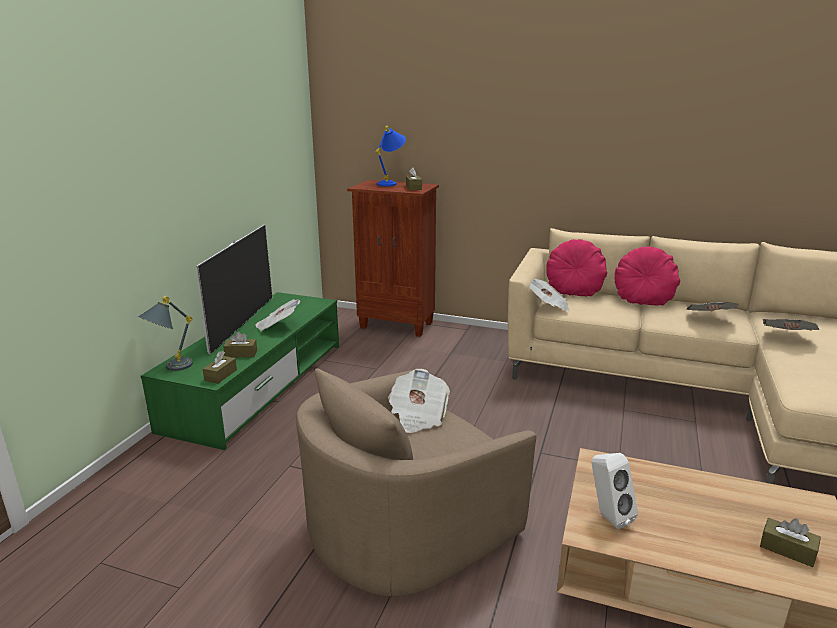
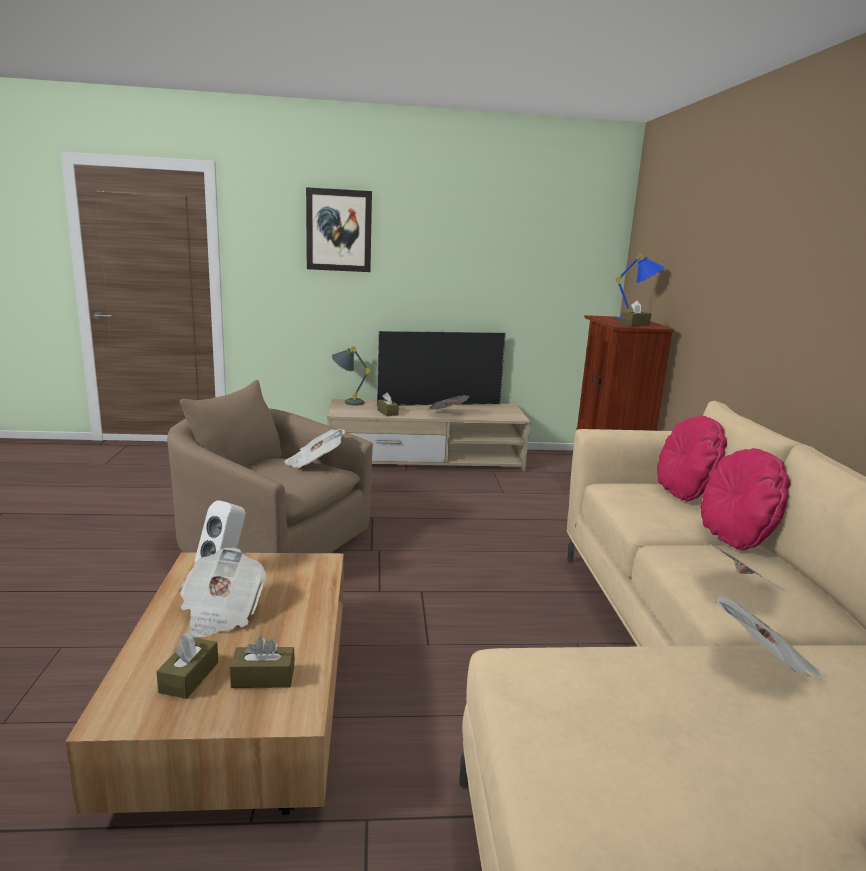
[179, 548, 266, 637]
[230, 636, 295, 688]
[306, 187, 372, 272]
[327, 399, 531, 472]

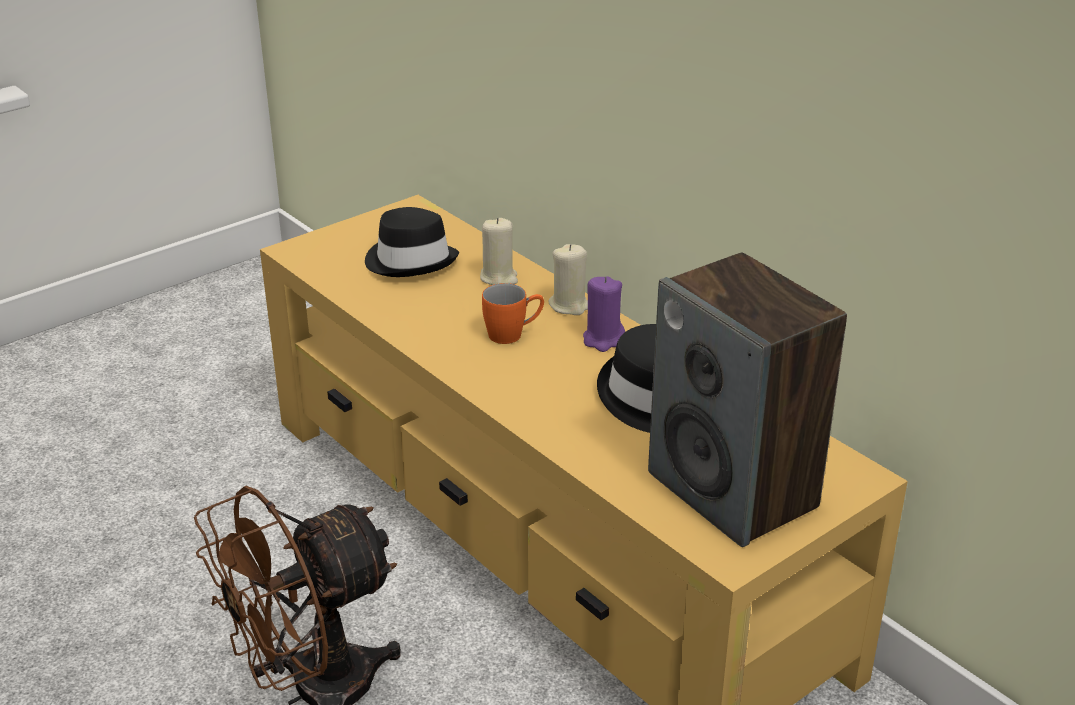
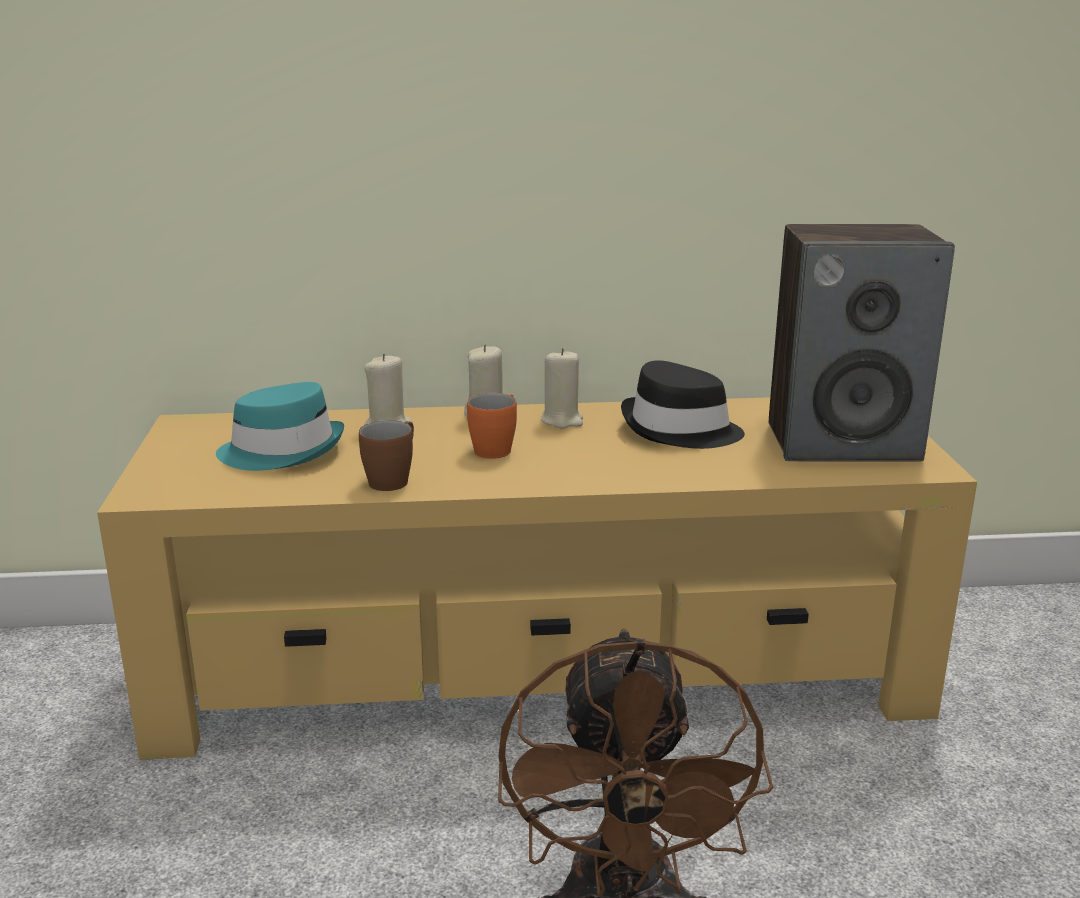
[216, 382, 344, 471]
[359, 420, 414, 491]
[541, 348, 583, 428]

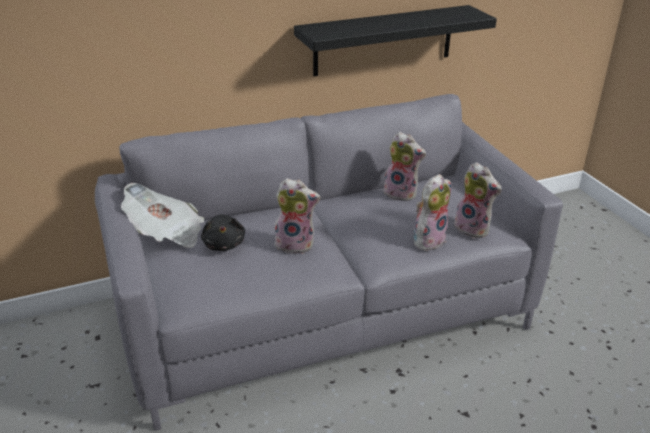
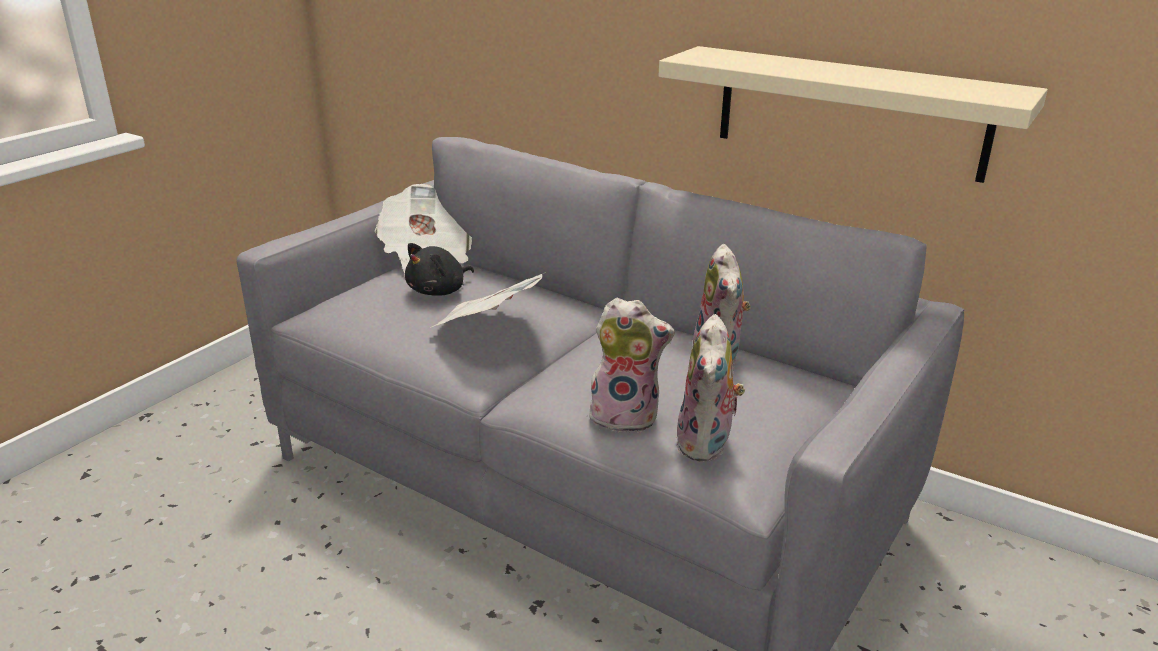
[430, 272, 546, 328]
[659, 46, 1048, 183]

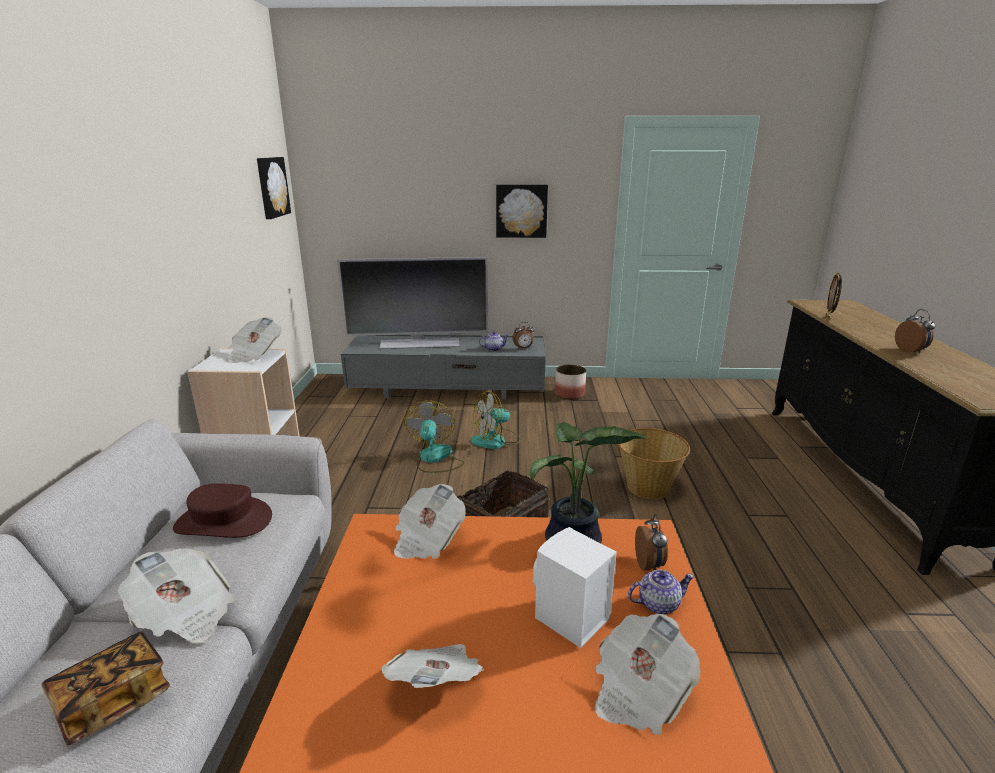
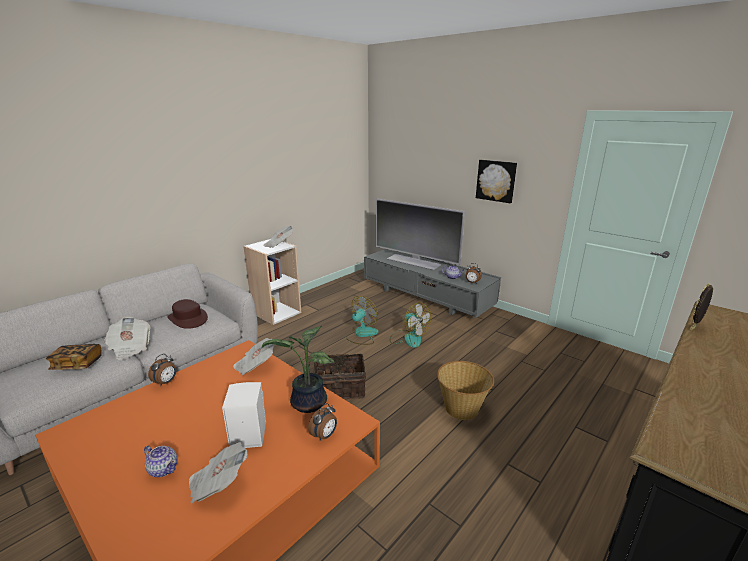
[144, 446, 178, 477]
[148, 354, 176, 385]
[390, 302, 431, 348]
[257, 157, 291, 219] (first image)
[382, 644, 484, 688] (first image)
[555, 364, 586, 399] (first image)

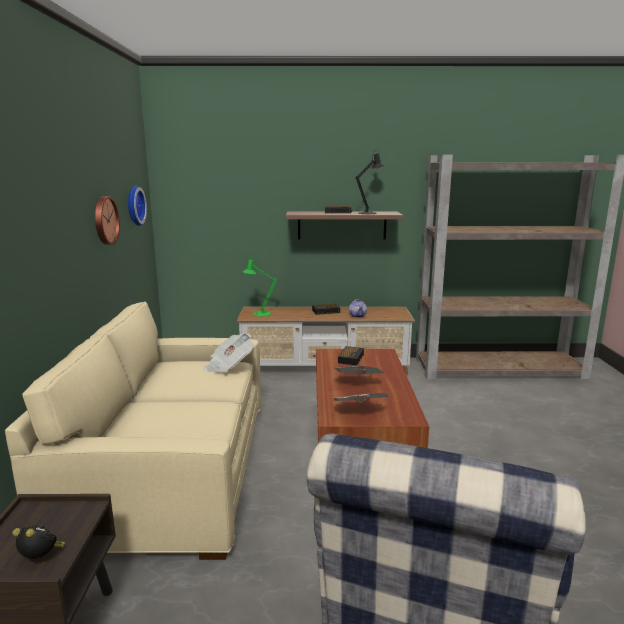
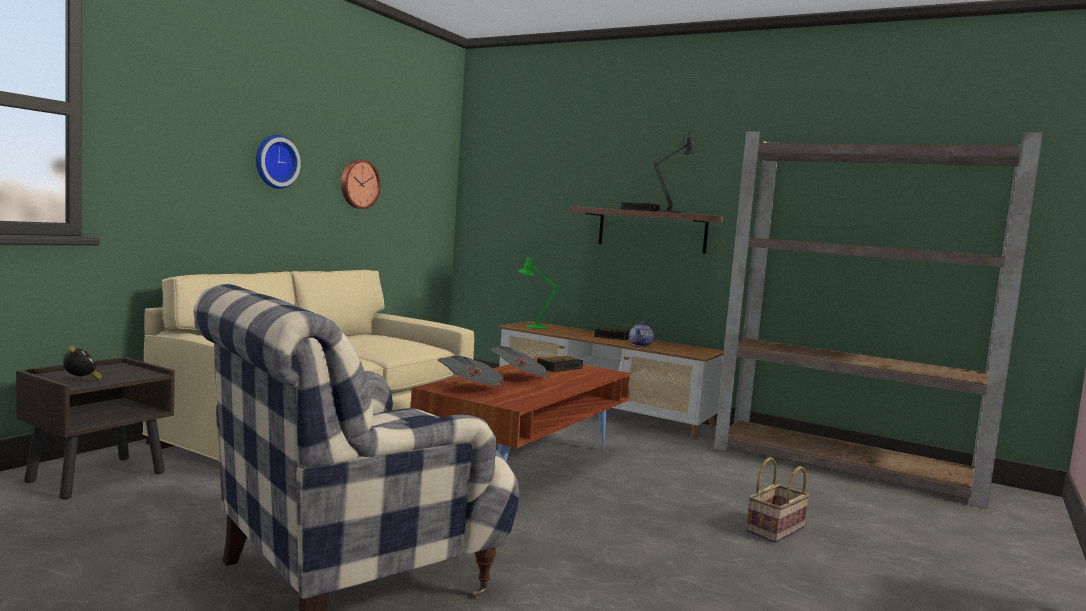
[256, 135, 301, 189]
[746, 457, 809, 543]
[203, 333, 254, 373] (first image)

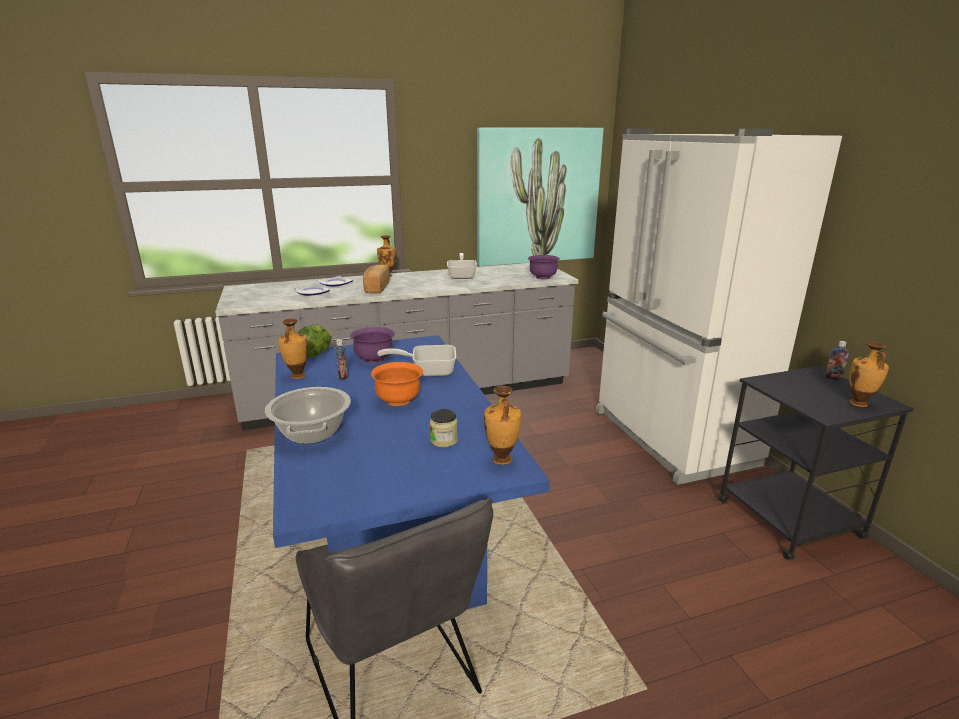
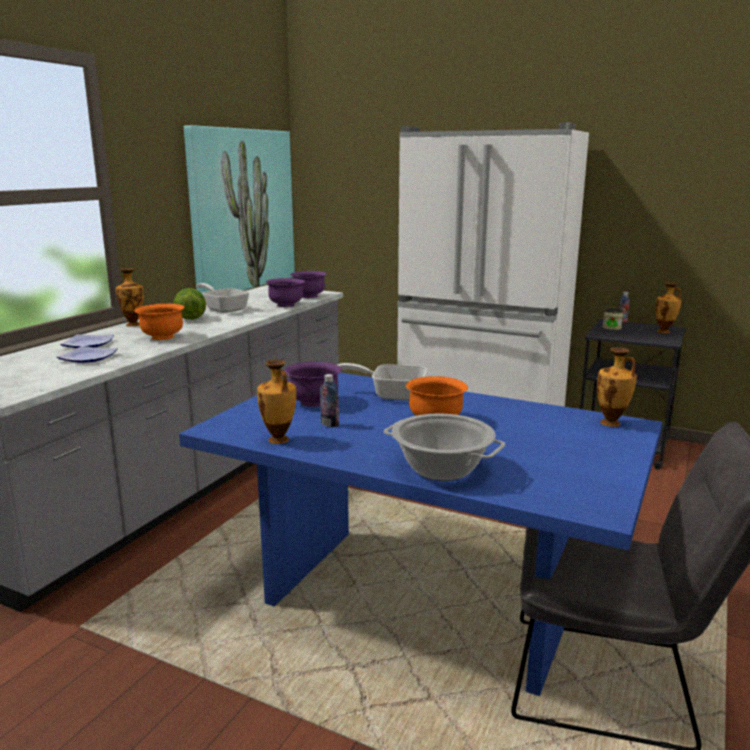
[134, 303, 185, 340]
[173, 288, 206, 320]
[266, 278, 305, 307]
[337, 363, 427, 401]
[603, 308, 623, 330]

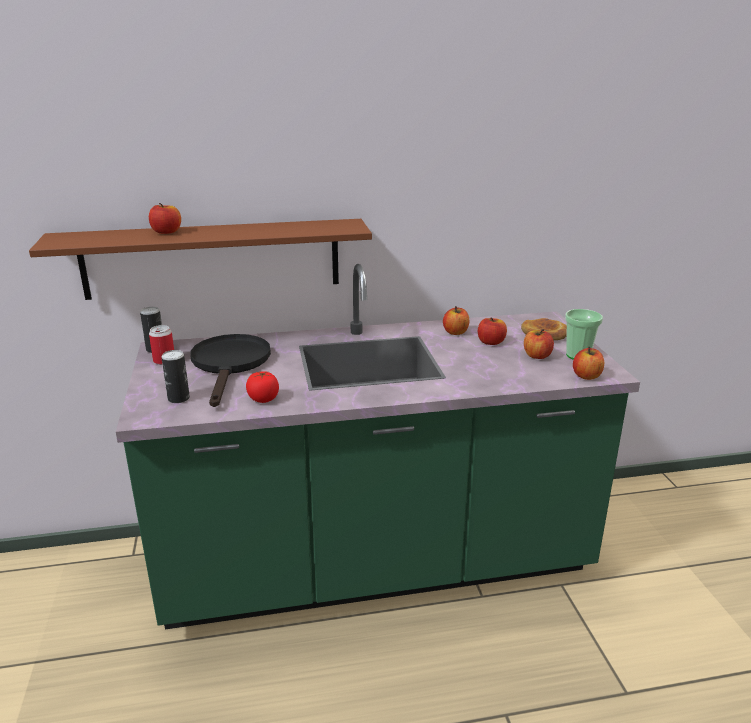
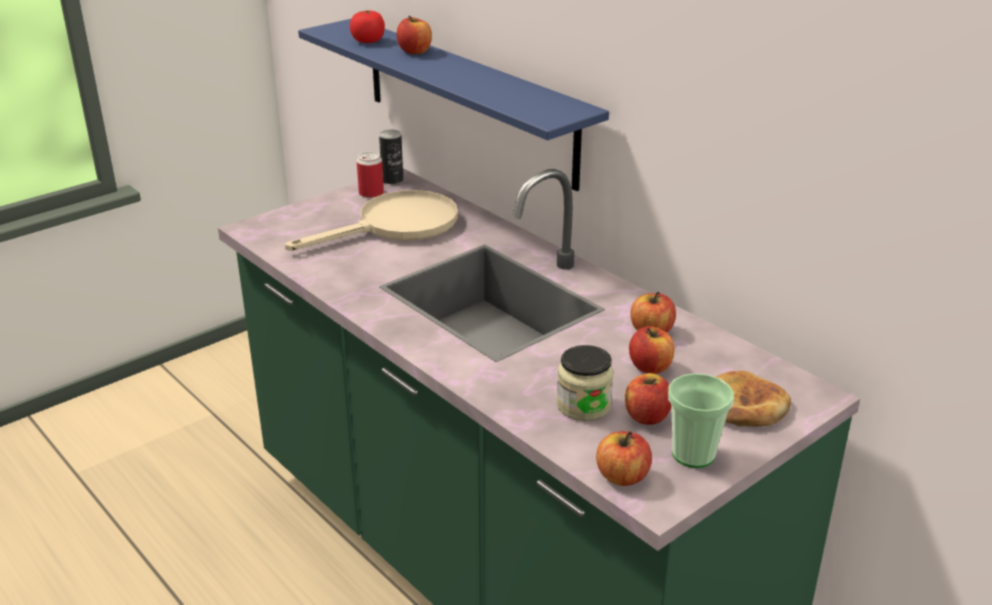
[285, 190, 458, 251]
[298, 19, 609, 191]
[350, 10, 385, 43]
[557, 345, 614, 421]
[161, 350, 190, 403] (first image)

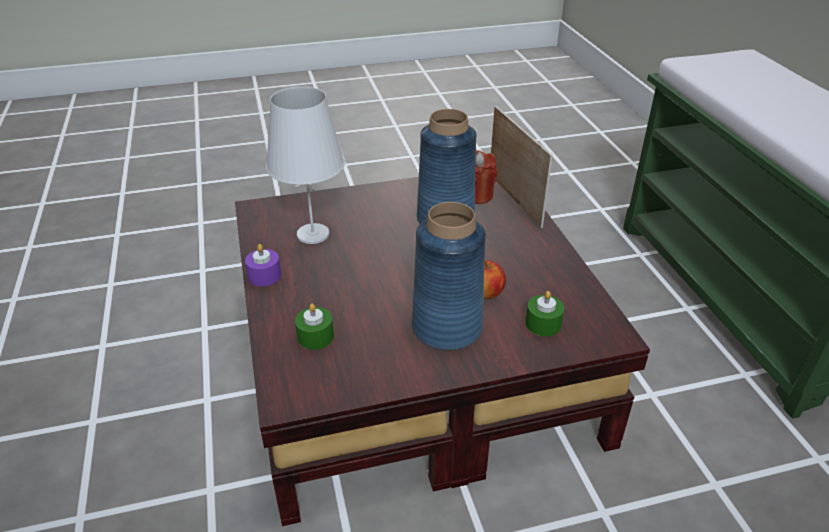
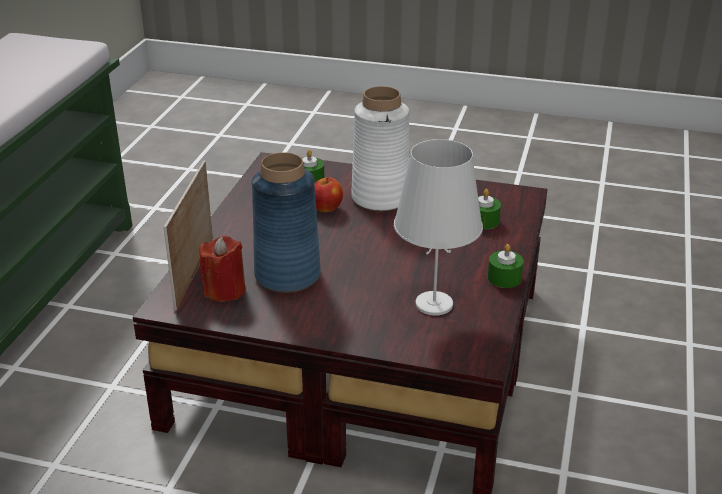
[351, 86, 409, 211]
[488, 244, 524, 288]

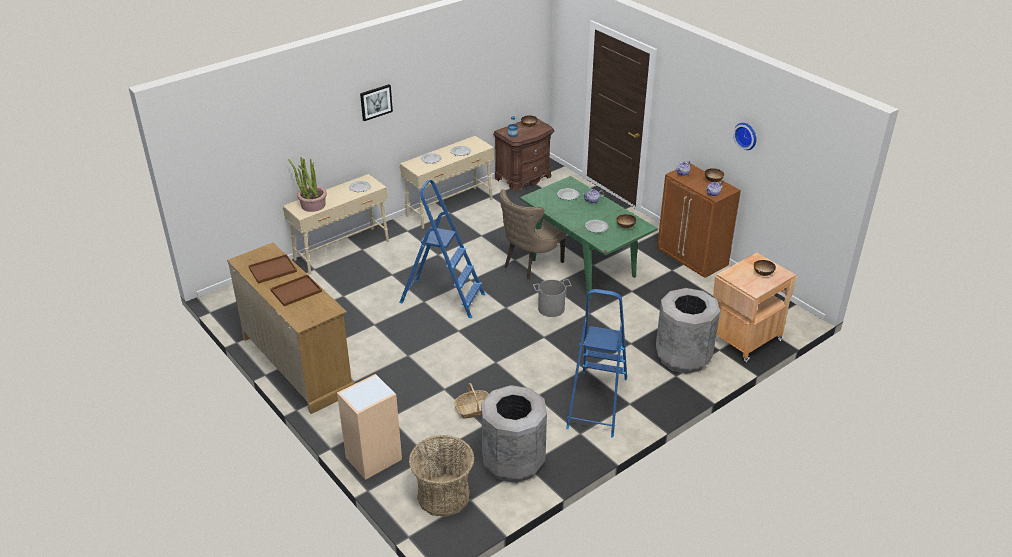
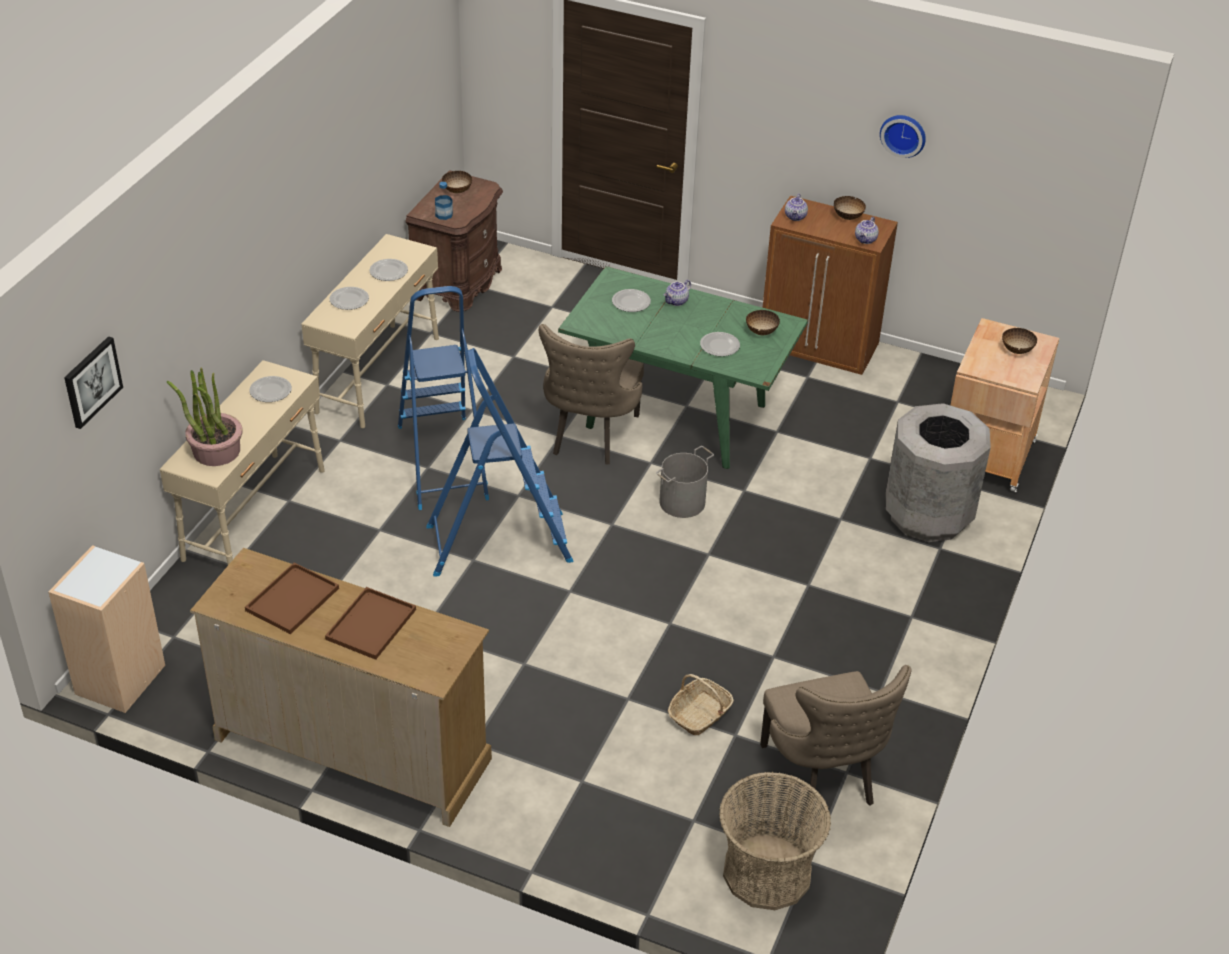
[48, 545, 165, 713]
[64, 336, 123, 429]
[398, 286, 489, 510]
[760, 665, 912, 818]

